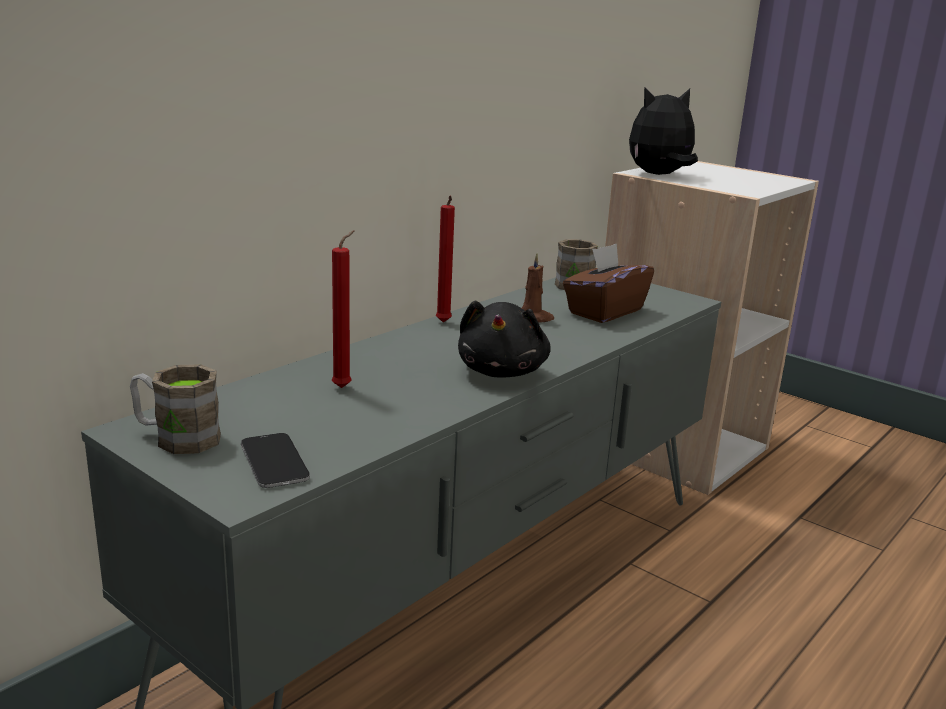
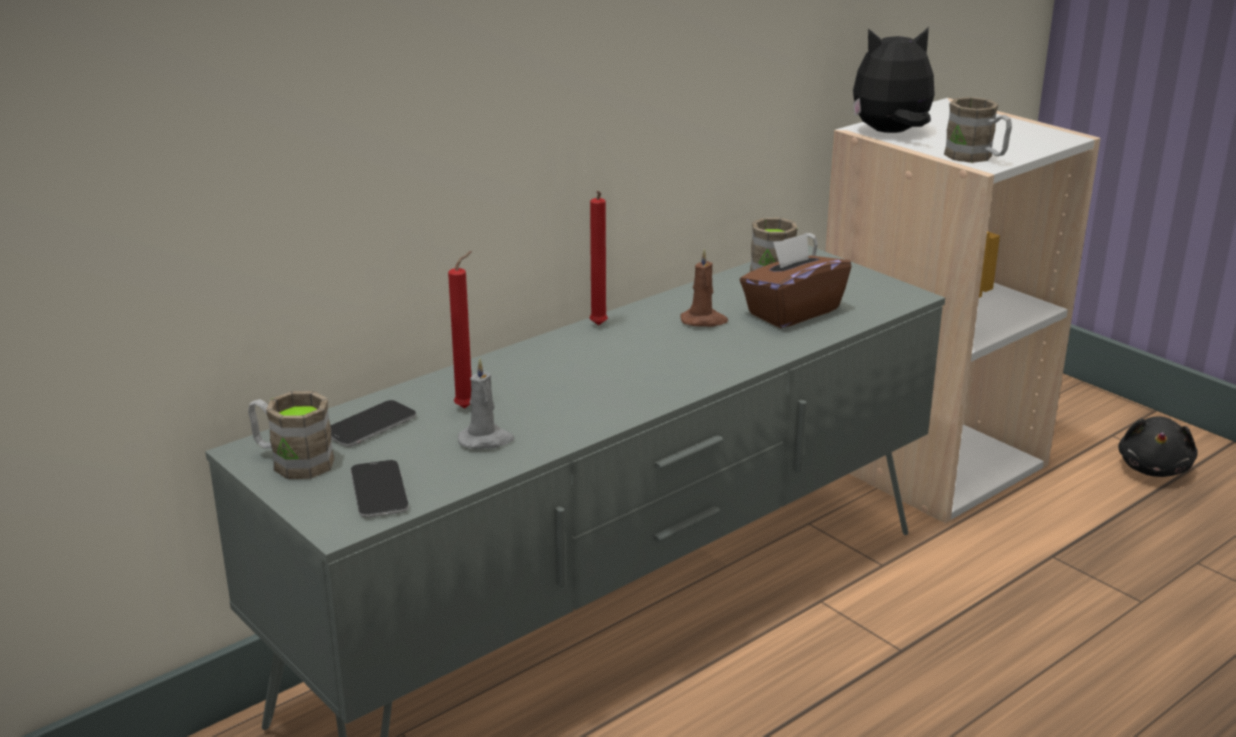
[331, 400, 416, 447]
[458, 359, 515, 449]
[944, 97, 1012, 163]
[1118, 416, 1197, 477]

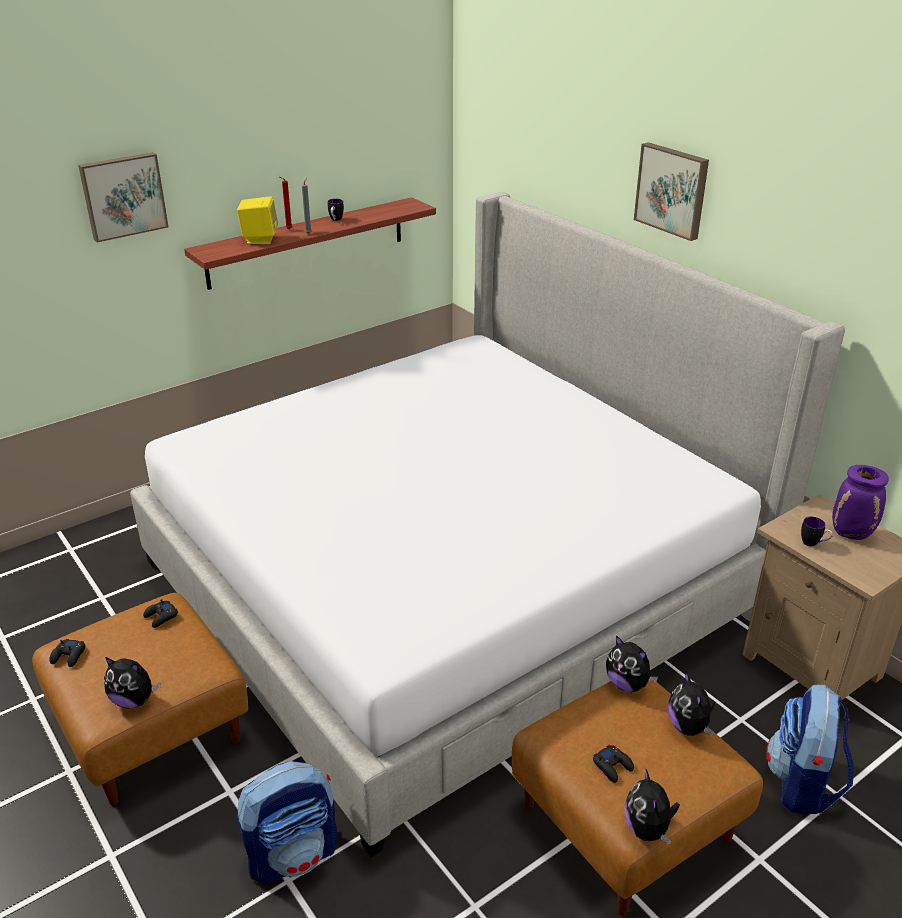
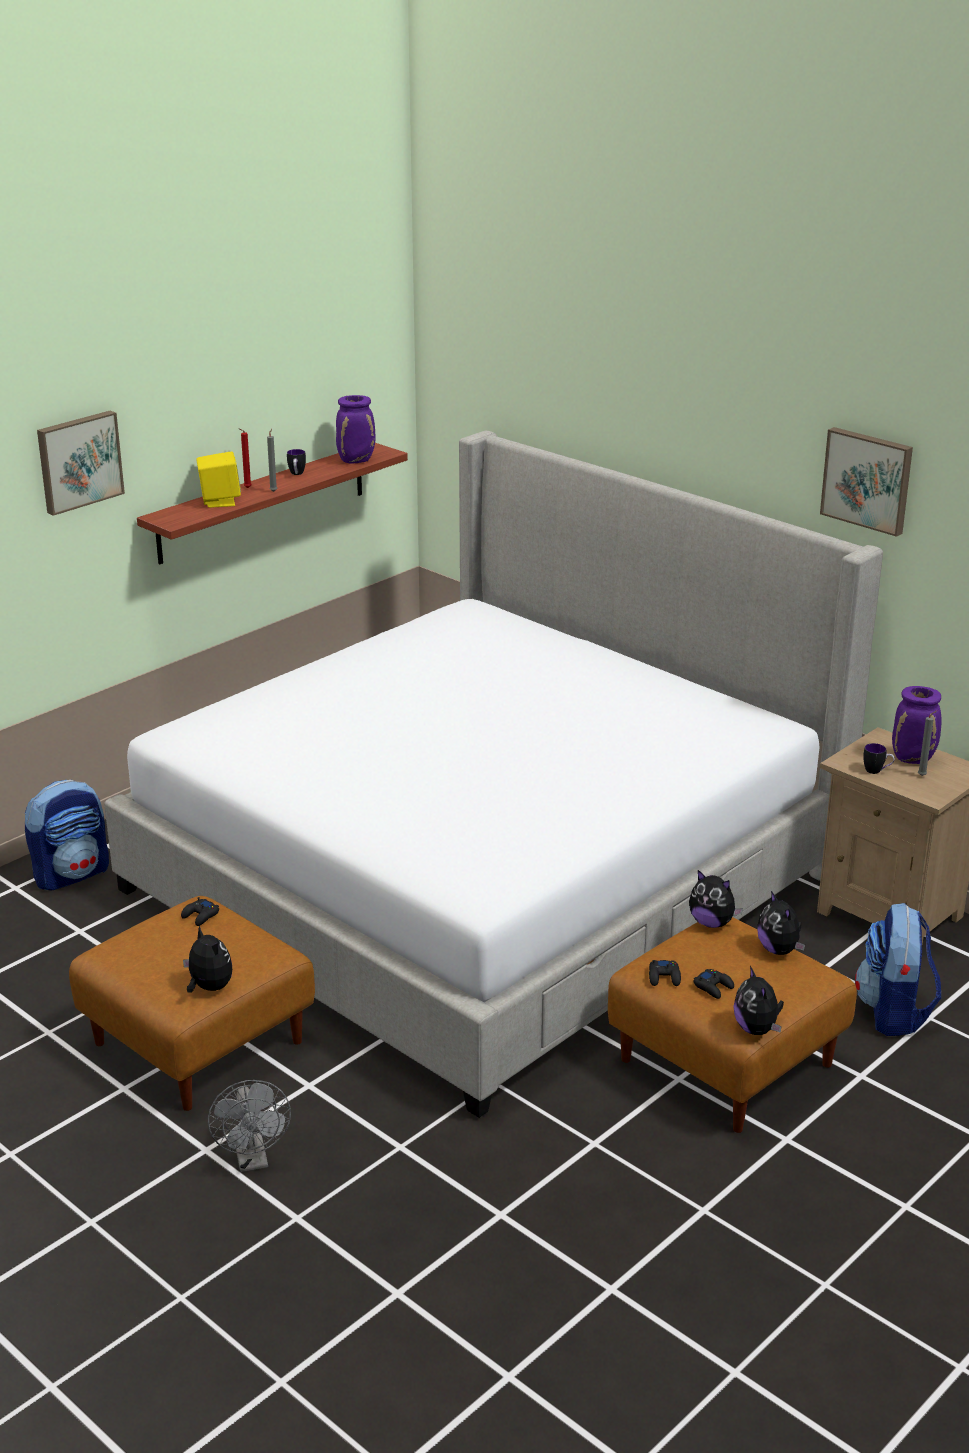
[25, 780, 109, 890]
[183, 925, 232, 993]
[208, 1080, 291, 1172]
[336, 395, 375, 463]
[649, 960, 681, 986]
[820, 427, 913, 537]
[918, 711, 936, 776]

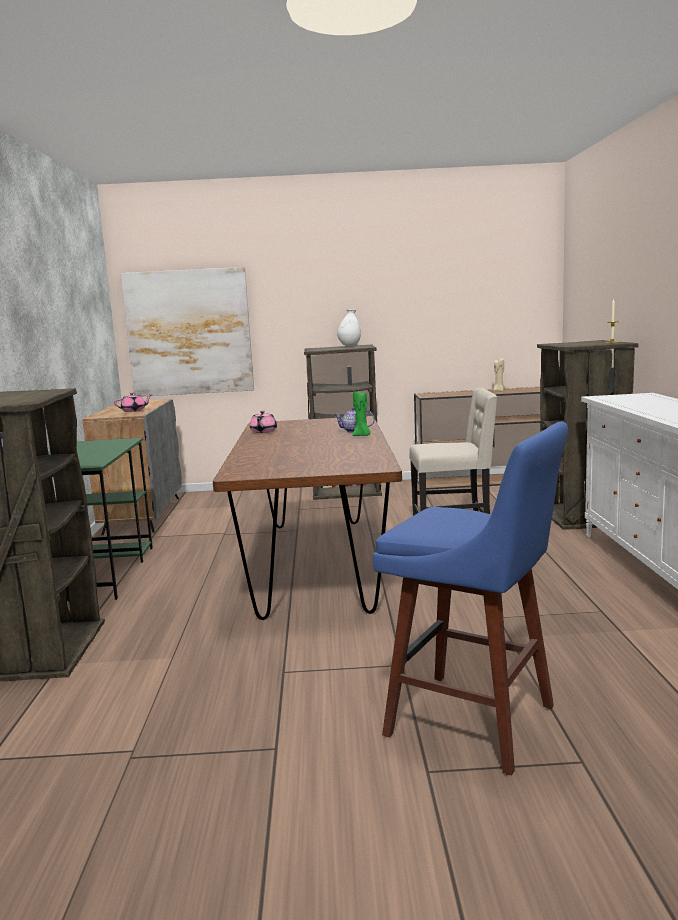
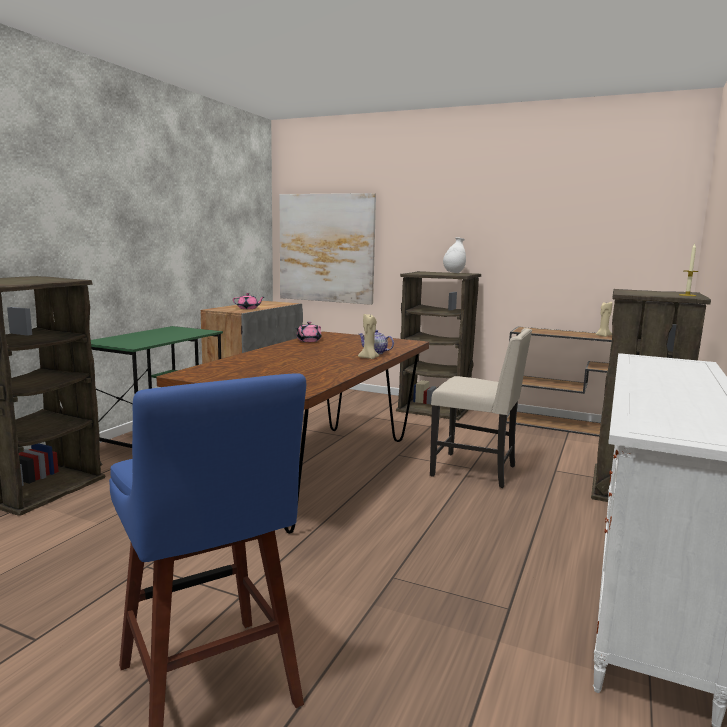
[358, 314, 379, 359]

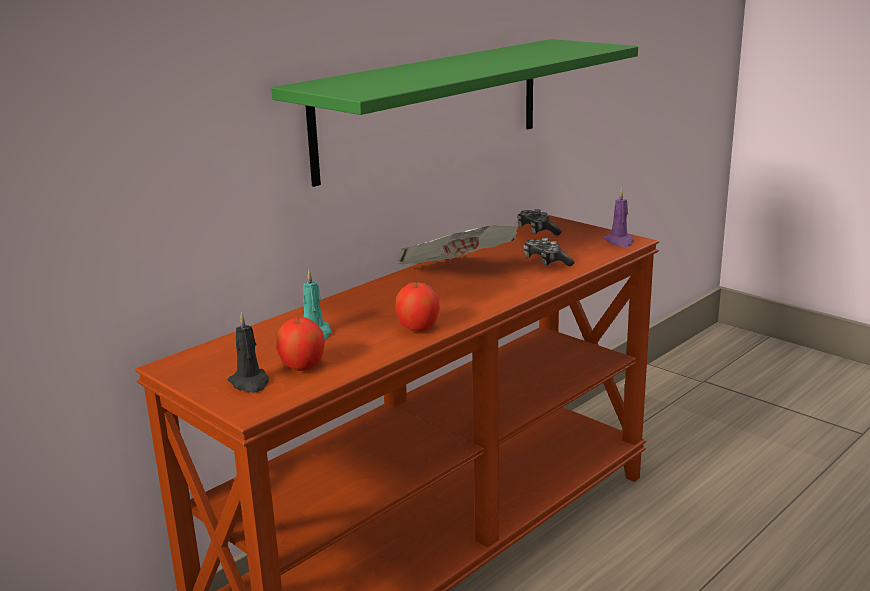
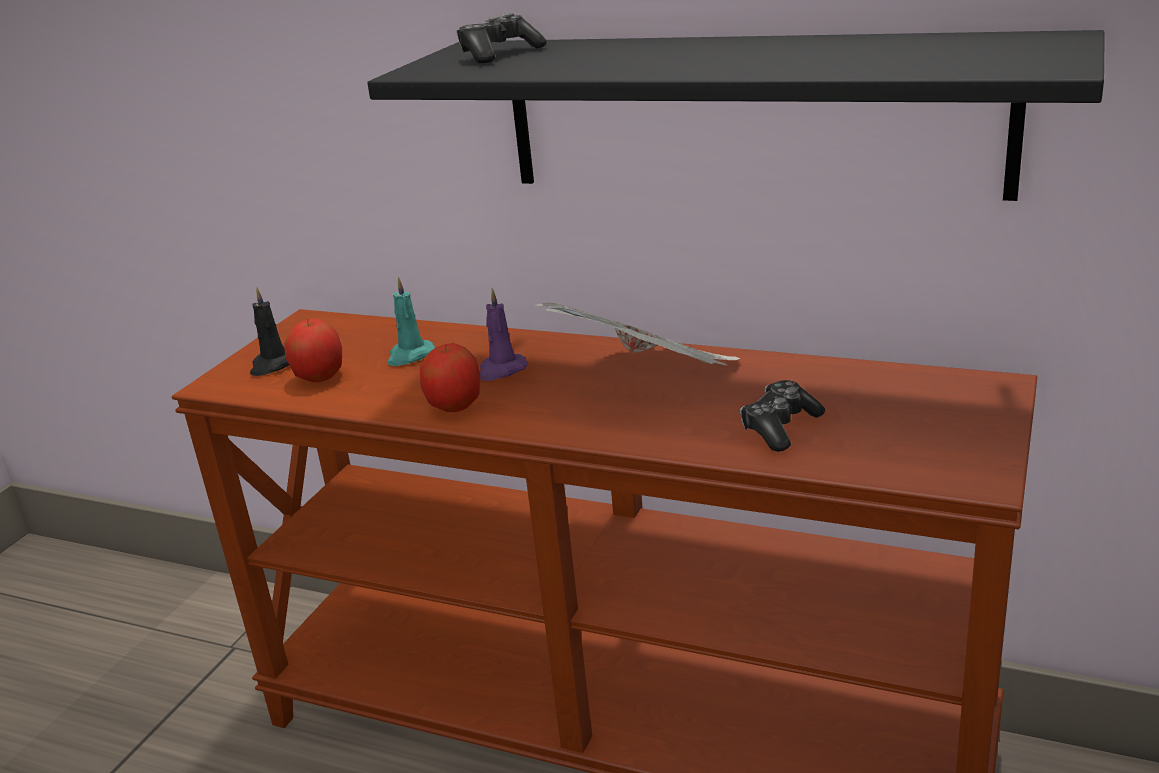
[367, 30, 1105, 201]
[456, 13, 547, 64]
[480, 288, 527, 381]

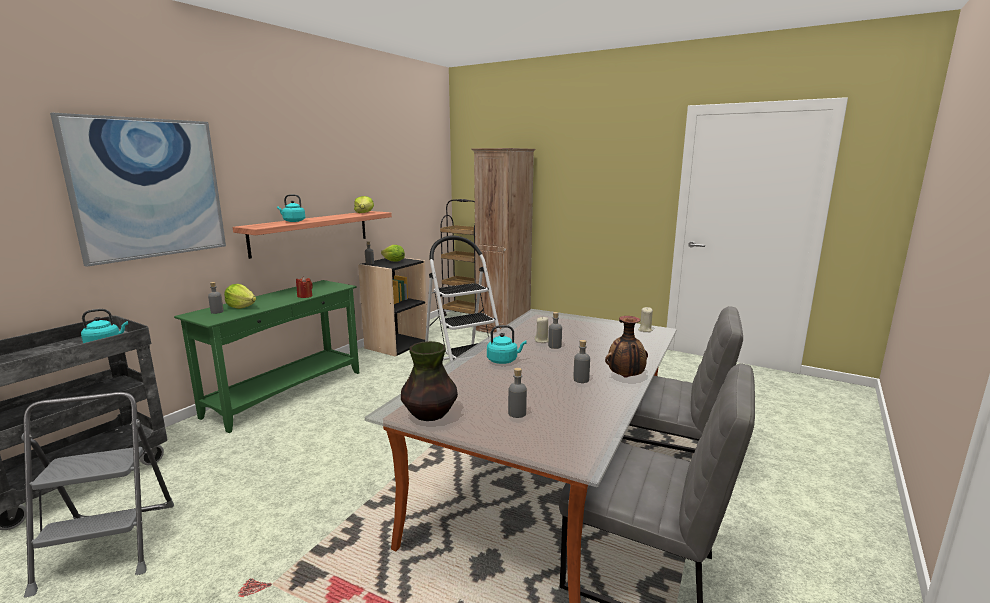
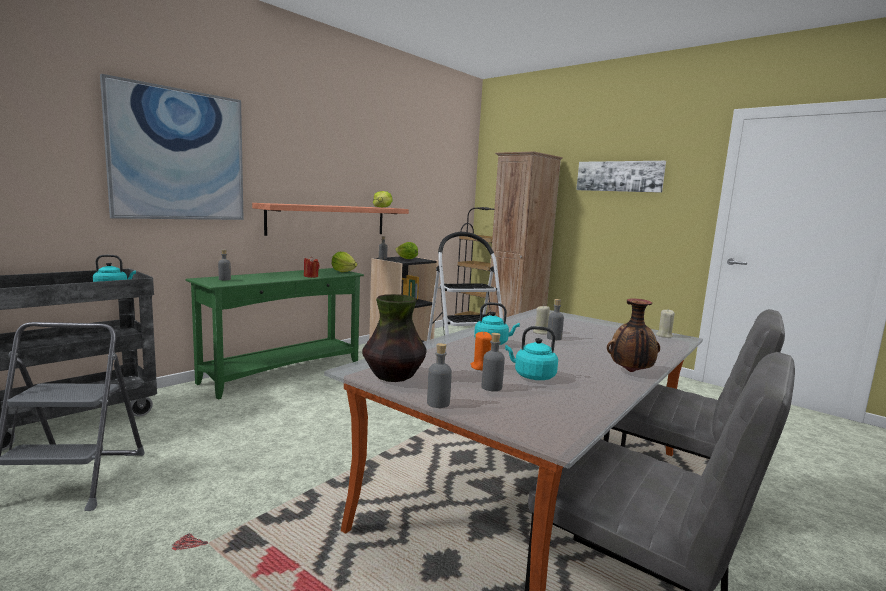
[331, 252, 357, 272]
[427, 343, 452, 408]
[471, 332, 492, 371]
[505, 326, 558, 380]
[576, 161, 666, 193]

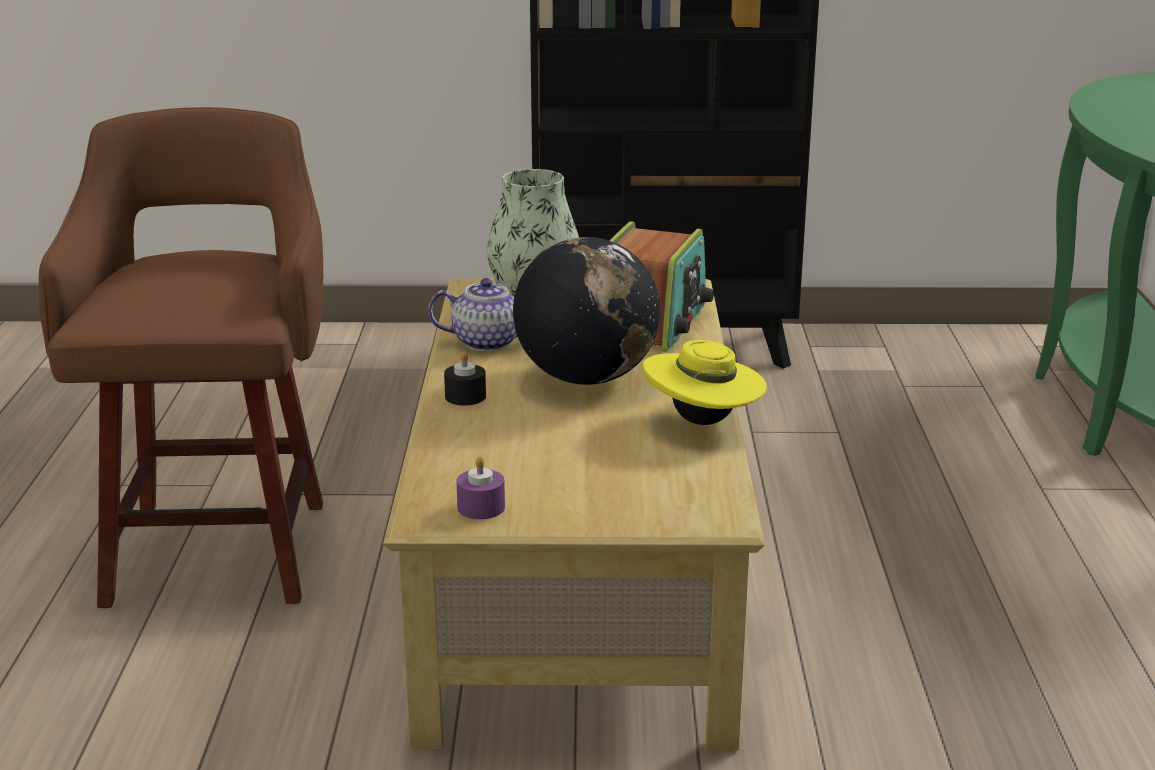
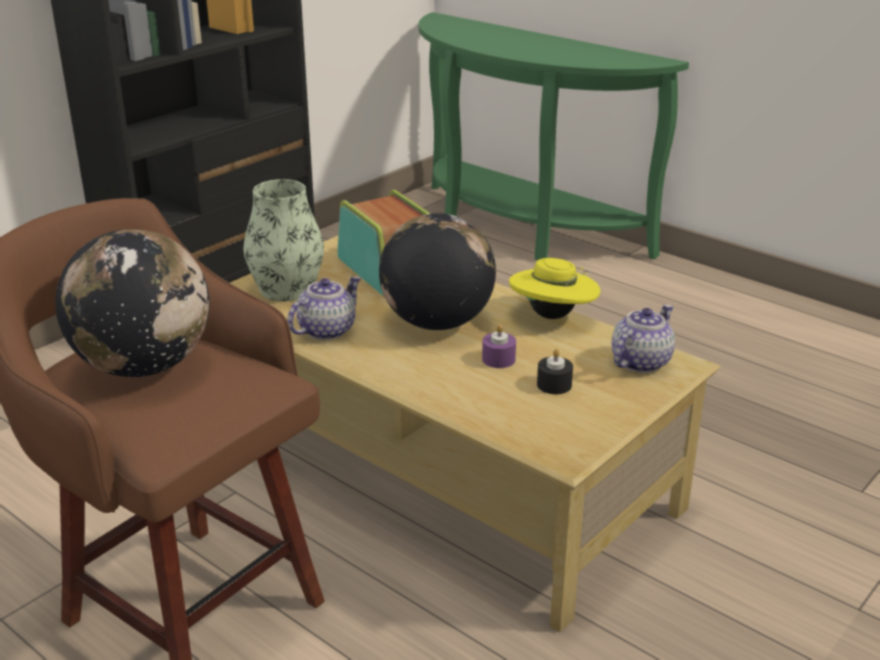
[55, 229, 209, 377]
[482, 324, 516, 368]
[537, 349, 573, 394]
[612, 304, 675, 373]

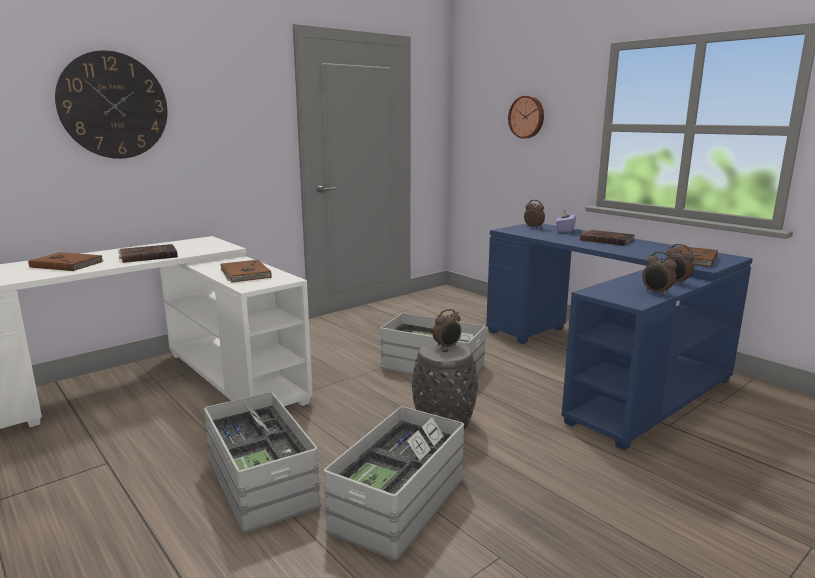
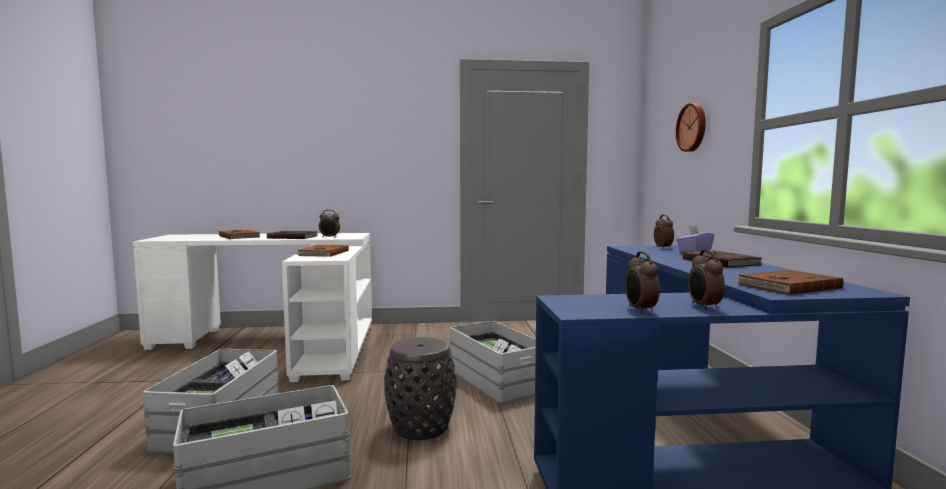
[319, 210, 340, 238]
[55, 50, 168, 159] (first image)

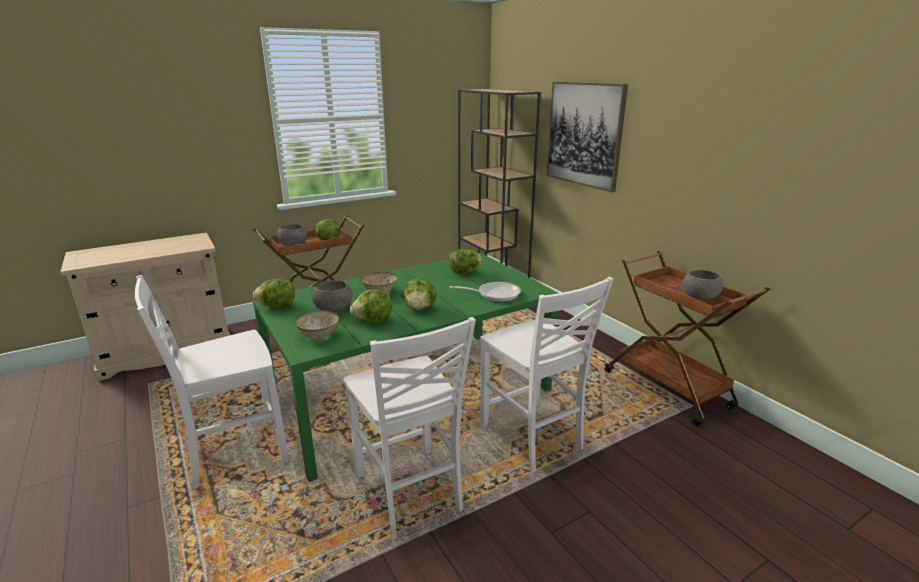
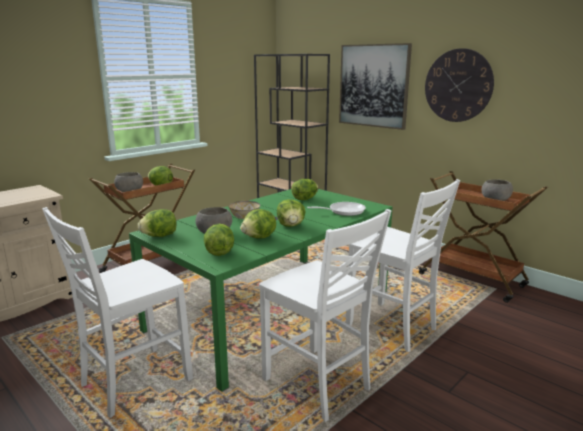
[204, 224, 234, 256]
[425, 48, 494, 122]

